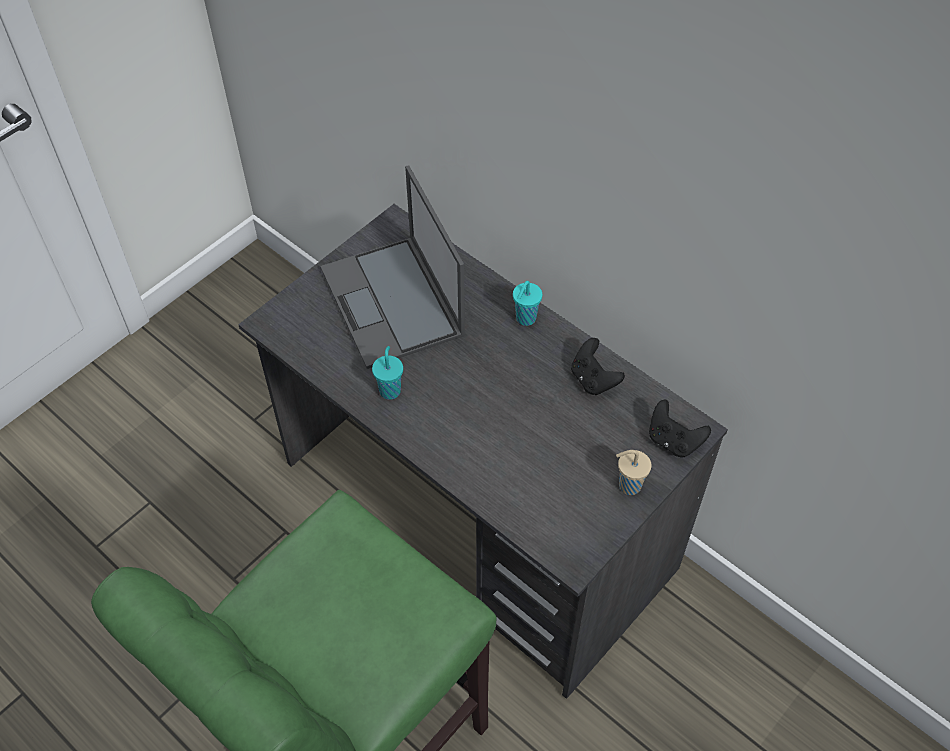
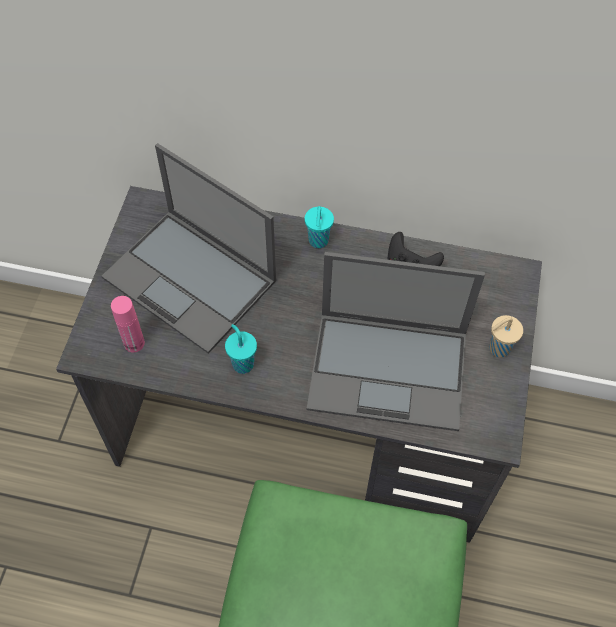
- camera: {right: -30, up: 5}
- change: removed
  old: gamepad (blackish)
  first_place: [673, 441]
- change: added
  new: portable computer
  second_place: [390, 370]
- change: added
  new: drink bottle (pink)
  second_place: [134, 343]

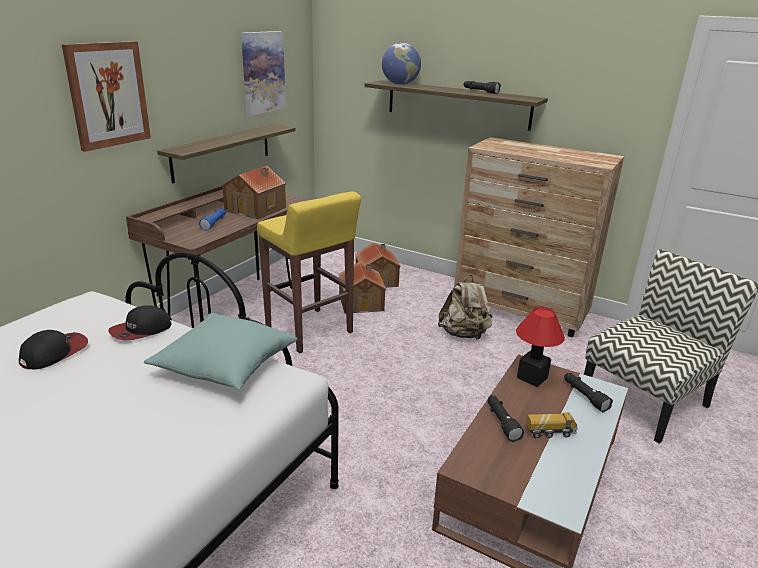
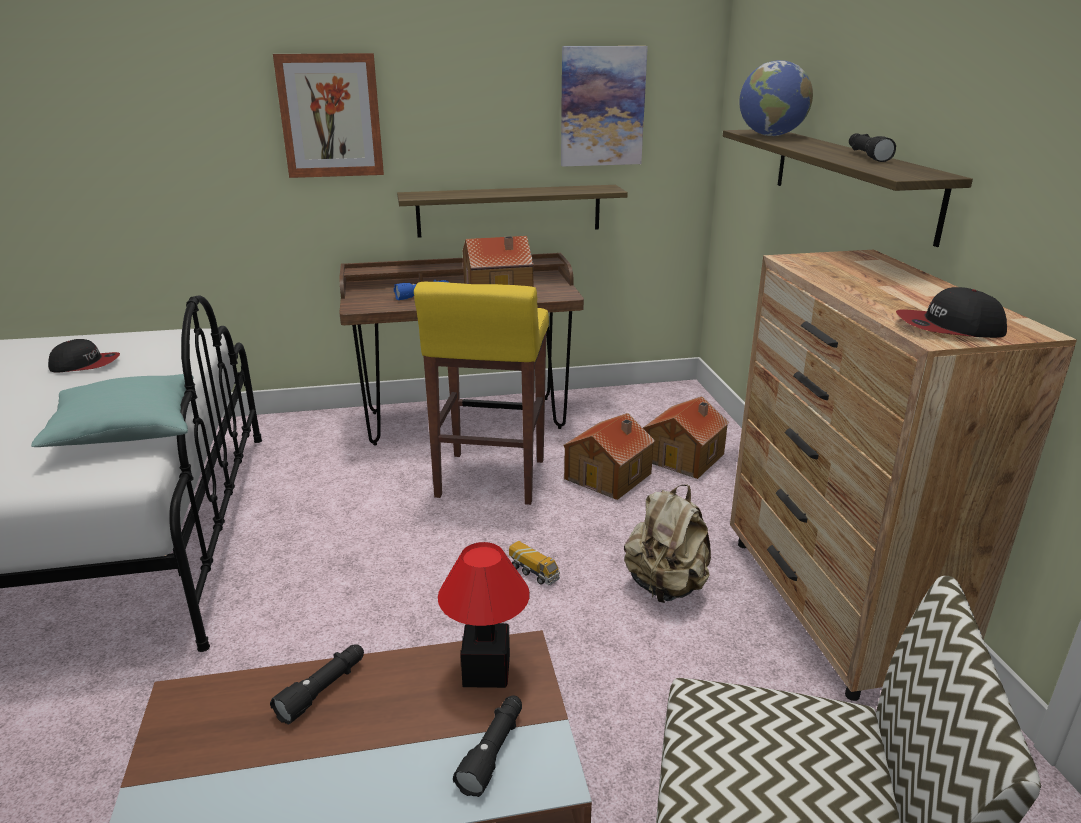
- camera: {right: 50, up: 0}
- change: moved
  old: peaked cap
  first_place: [141, 330]
  second_place: [948, 328]
- change: moved
  old: toy lorry
  first_place: [550, 432]
  second_place: [534, 573]

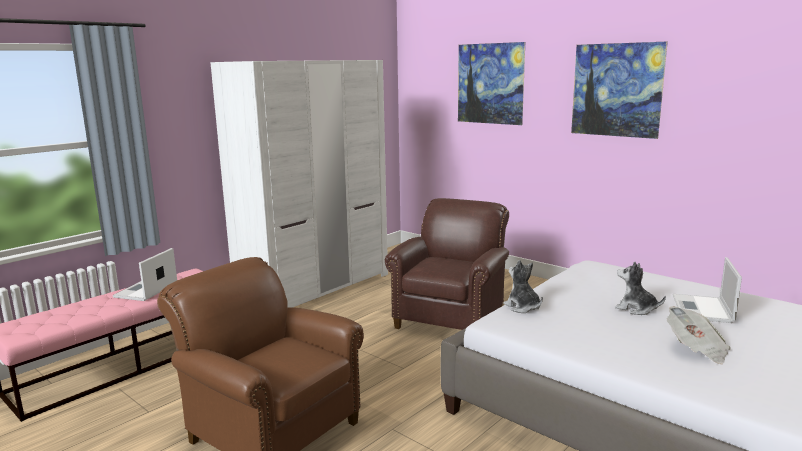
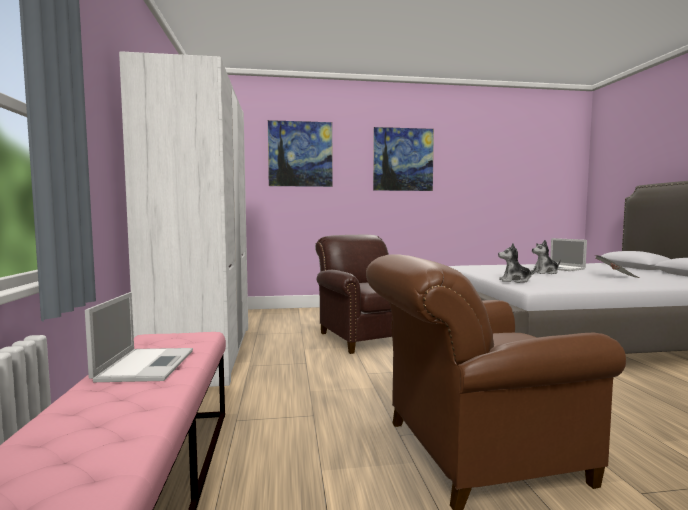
- camera: {right: -50, up: -10}
- change: turned
  old: portable computer
  first_place: [145, 291]
  second_place: [146, 364]
  degrees: -150

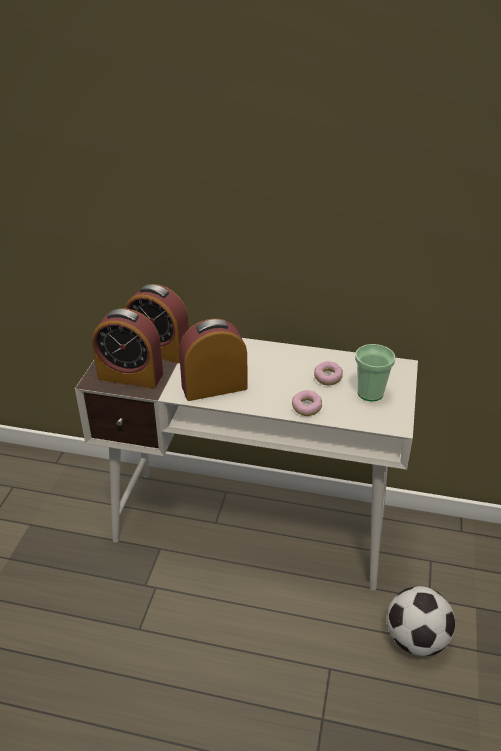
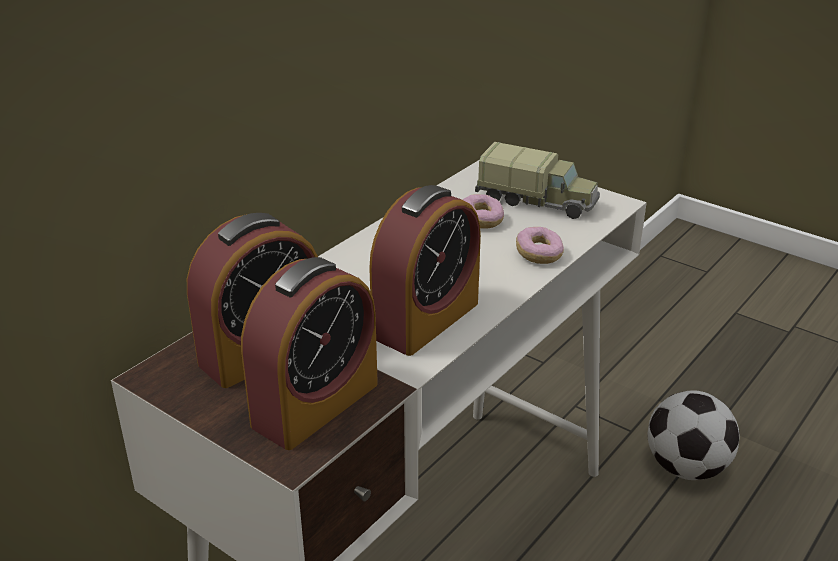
- camera: {right: -65, up: -5}
- change: turned
  old: bedside clock
  first_place: [214, 387]
  second_place: [426, 320]
  degrees: -150
- change: replaced
  old: small cup
  new: toy lorry
  first_place: [370, 393]
  second_place: [537, 201]

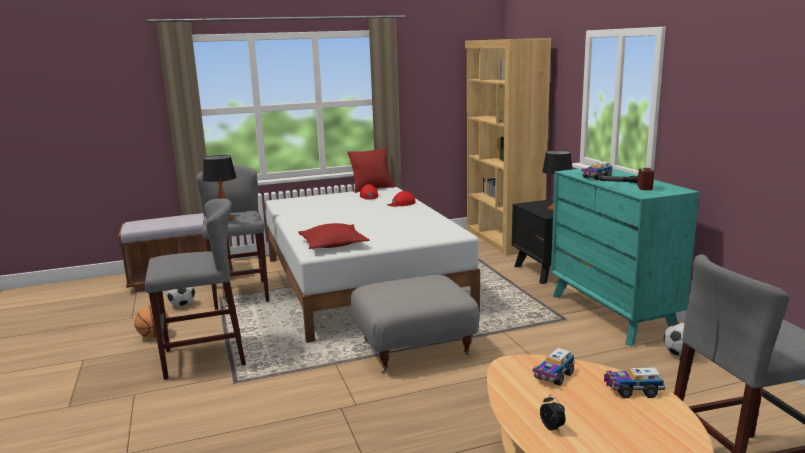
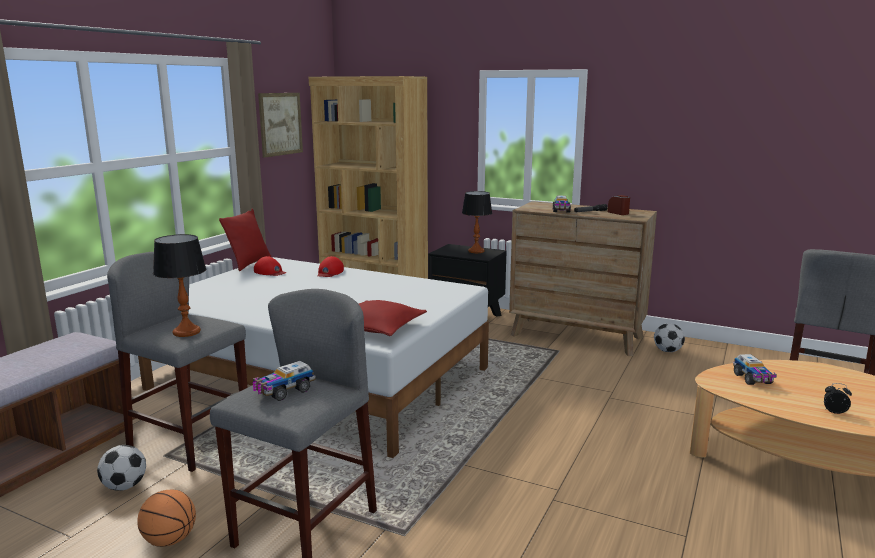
- camera: {right: -45, up: 0}
- change: recoloured
  old: drawer chest (blue-green)
  new: drawer chest (brown-coloured)
  first_place: [612, 314]
  second_place: [576, 336]
- change: removed
  old: ottoman (gray)
  first_place: [414, 349]
- change: moved
  old: toy lorry
  first_place: [632, 390]
  second_place: [284, 391]
- change: added
  new: picture
  second_place: [280, 124]

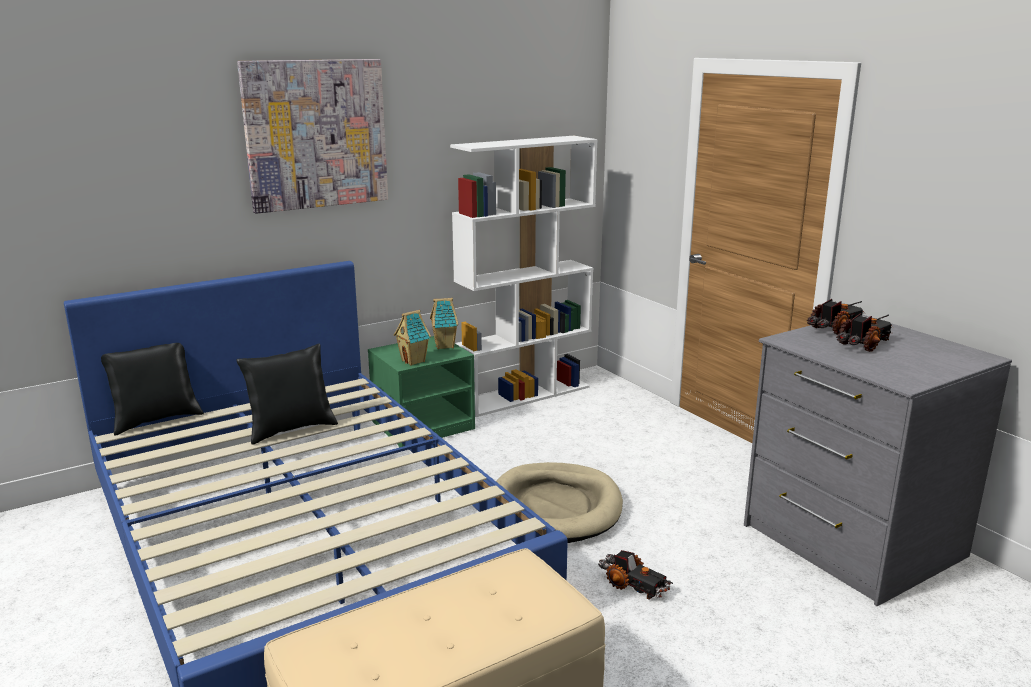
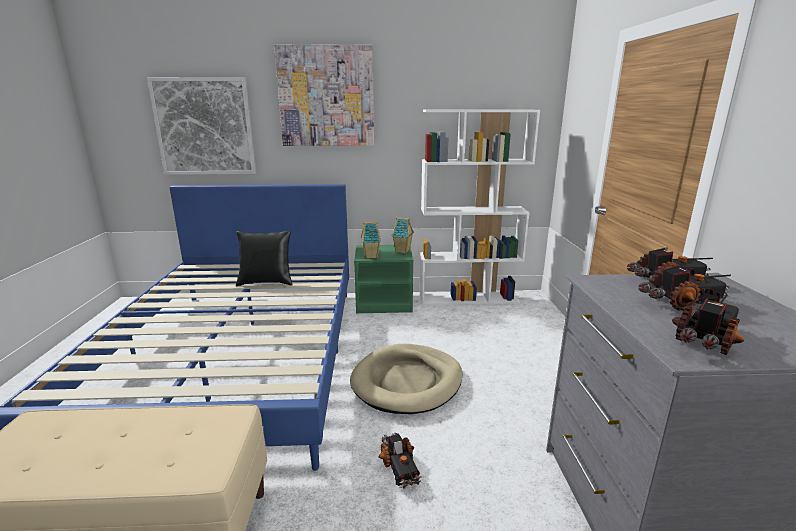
- camera: {right: 30, up: 0}
- change: removed
  old: pillow (blackish)
  first_place: [157, 420]
- change: added
  new: picture
  second_place: [204, 127]
- change: added
  new: toy lorry
  second_place: [707, 340]

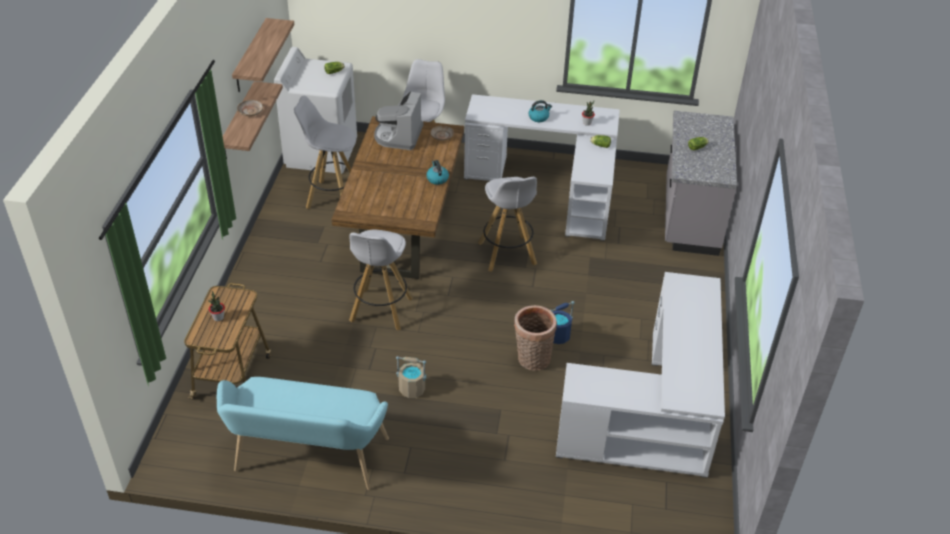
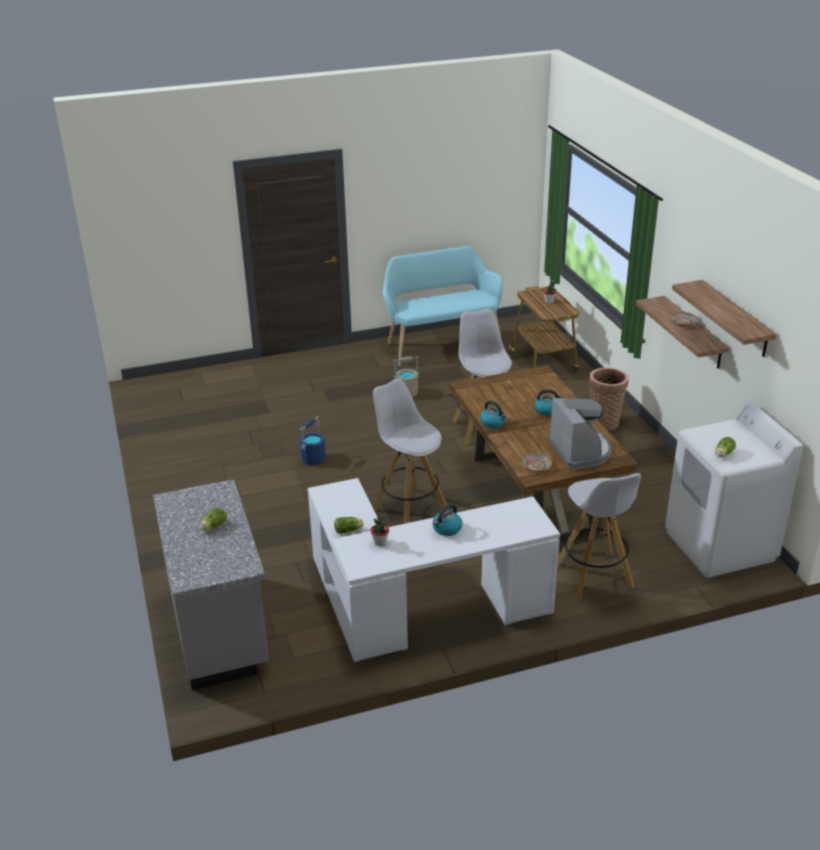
- camera: {right: 155, up: -10}
- change: removed
  old: stool seat (white)
  first_place: [332, 197]
- change: removed
  old: desk (white)
  first_place: [656, 413]
- change: moved
  old: basket
  first_place: [532, 360]
  second_place: [604, 422]
- change: added
  new: water kettle
  second_place: [547, 410]

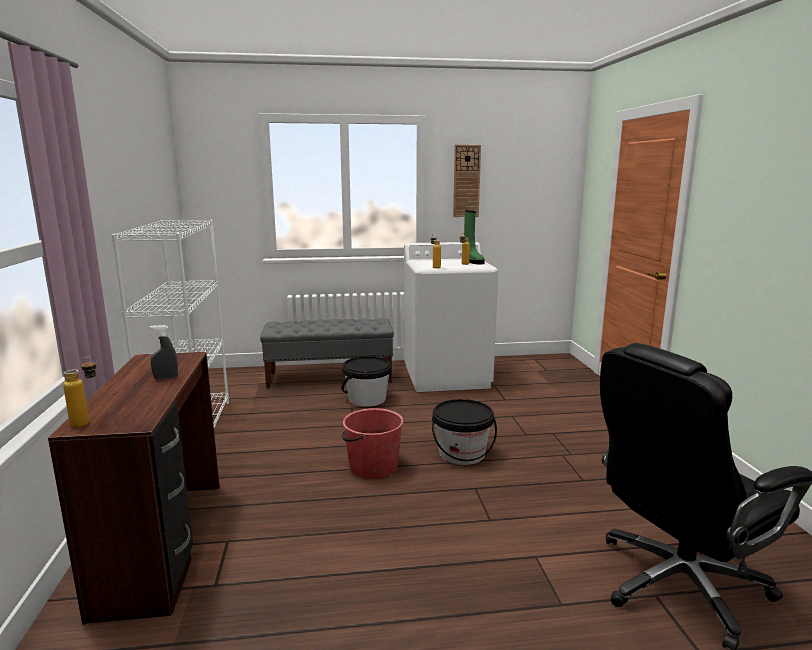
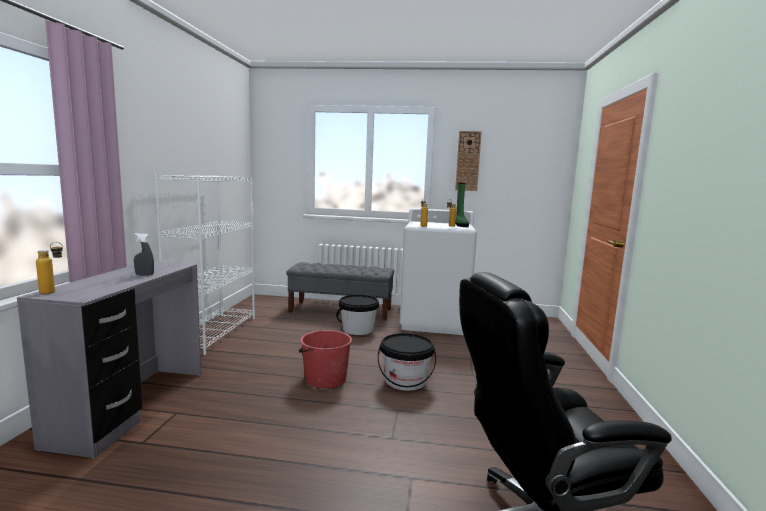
- camera: {right: 15, up: -5}
- change: recoloured
  old: desk (brown-coloured)
  new: desk (gray)
  first_place: [165, 544]
  second_place: [133, 406]

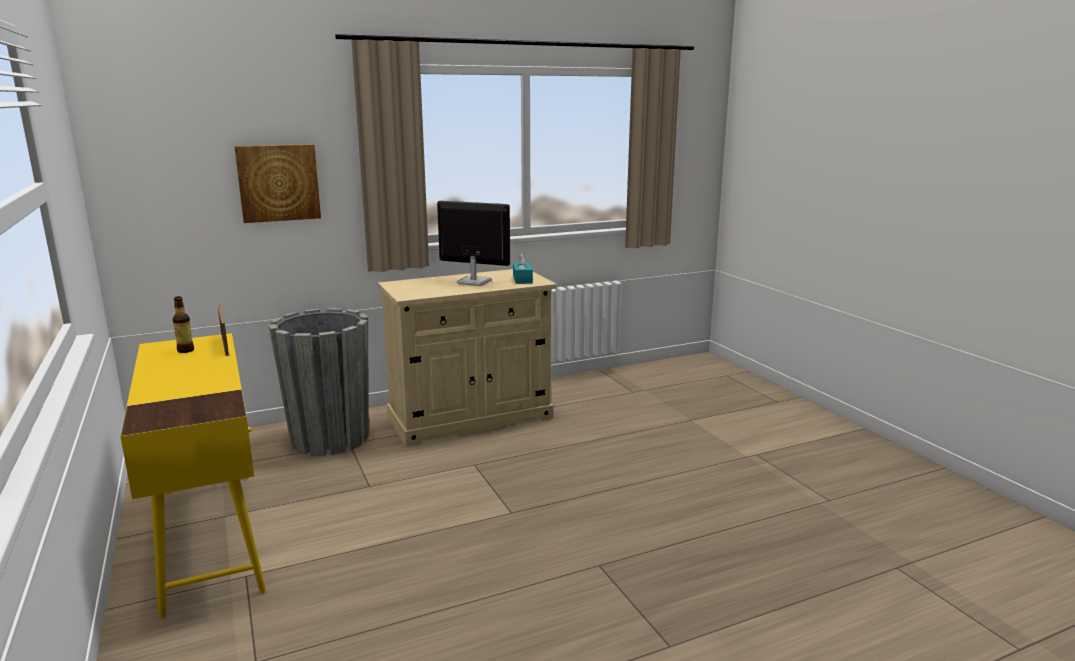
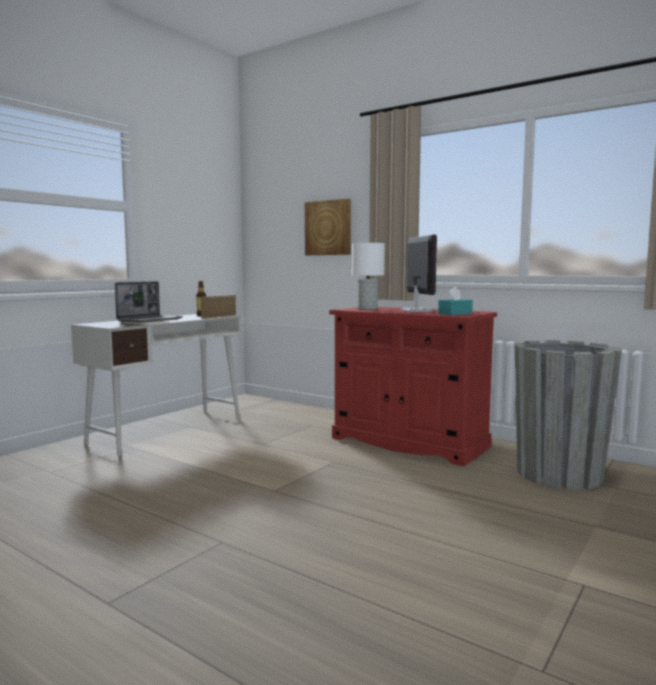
- camera: {right: 60, up: -10}
- change: recoloured
  old: cabinet (sand-coloured)
  new: cabinet (red)
  first_place: [470, 418]
  second_place: [409, 442]
- change: moved
  old: planter (gray)
  first_place: [330, 438]
  second_place: [559, 474]
- change: recoloured
  old: desk (yellowish)
  new: desk (white)
  first_place: [210, 535]
  second_place: [168, 430]
- change: added
  new: tabletop lamp (white)
  second_place: [368, 309]
- change: added
  new: portable computer
  second_place: [150, 320]

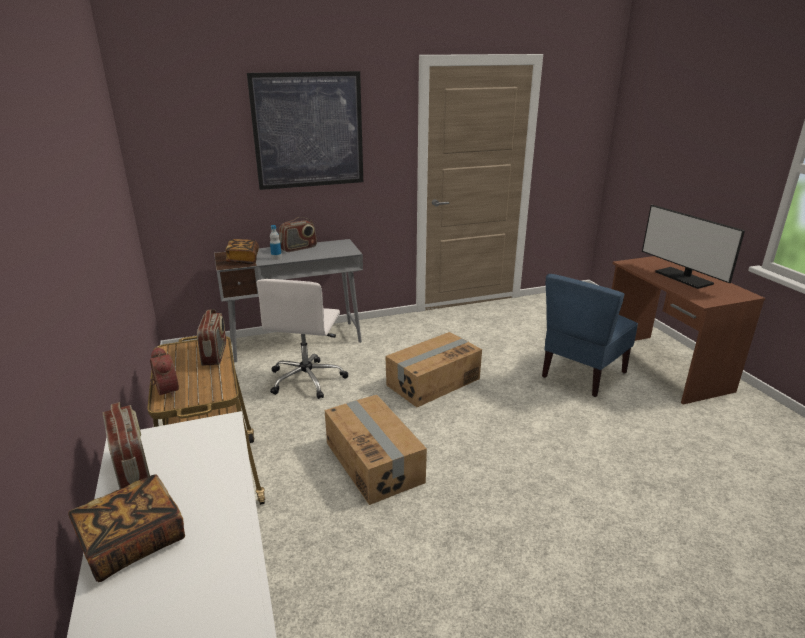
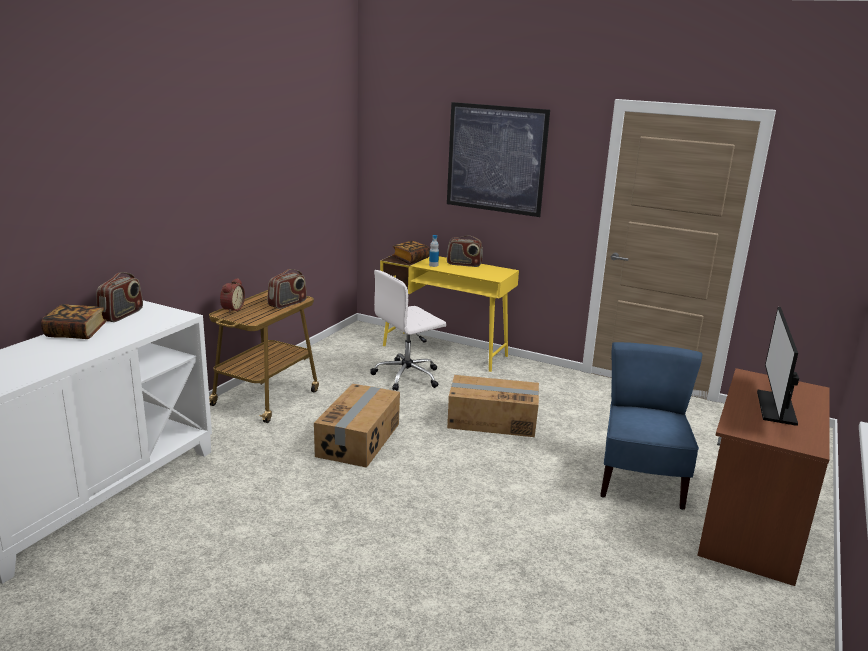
- camera: {right: 45, up: -5}
- change: recoloured
  old: desk (gray)
  new: desk (yellowish)
  first_place: [296, 341]
  second_place: [445, 351]
- change: turned
  old: upright chair (blue-coloured)
  first_place: [582, 374]
  second_place: [640, 482]
  degrees: 105

